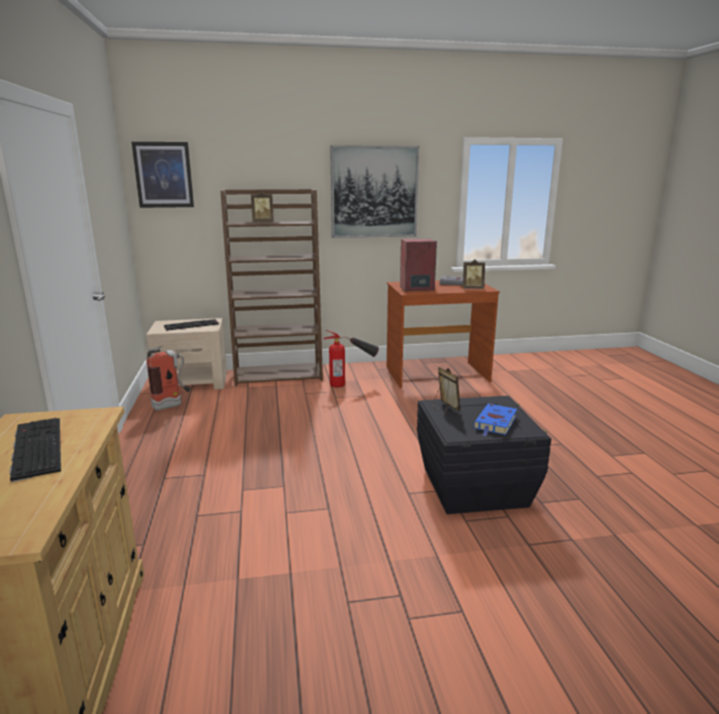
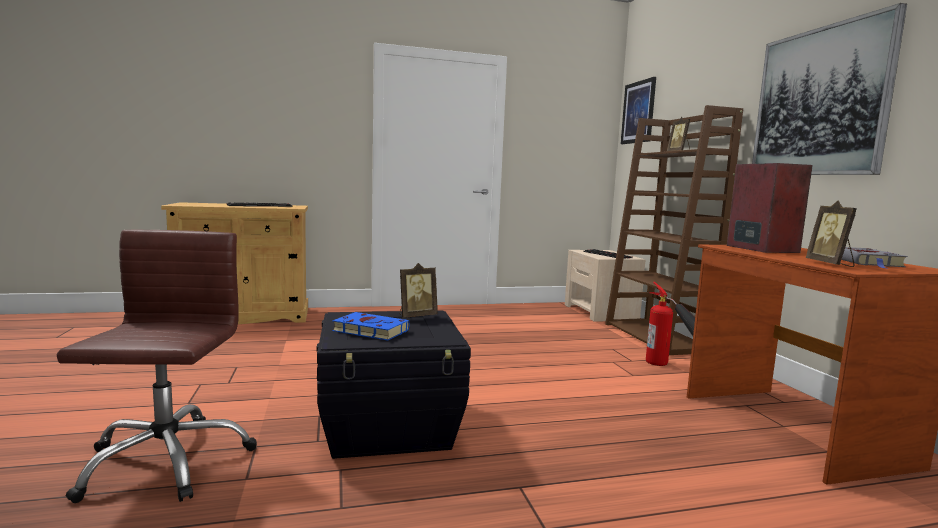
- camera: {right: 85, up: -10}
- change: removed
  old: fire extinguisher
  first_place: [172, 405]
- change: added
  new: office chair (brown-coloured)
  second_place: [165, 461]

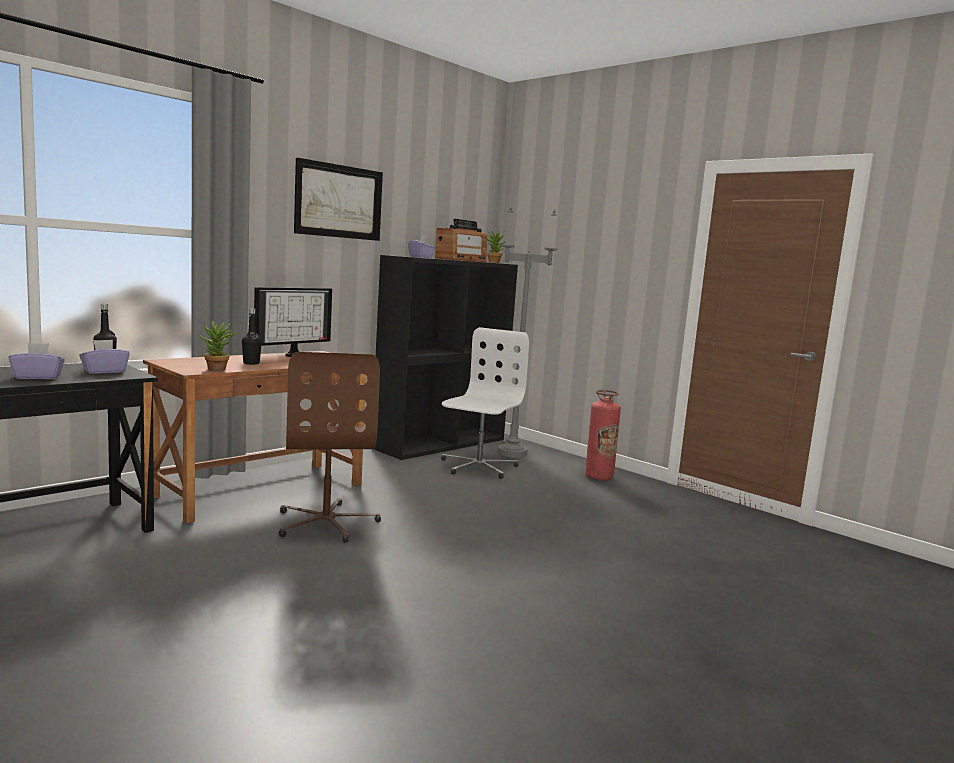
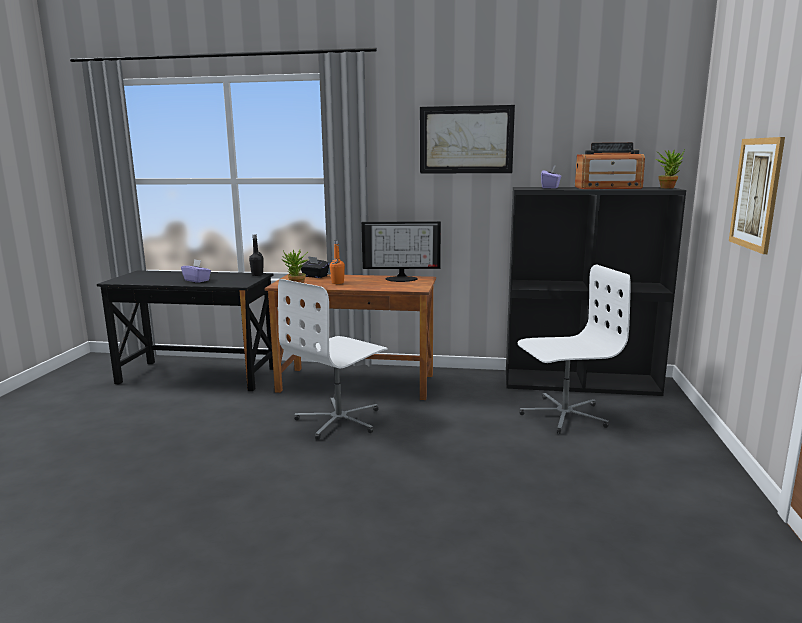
- camera: {right: 55, up: 5}
- change: removed
  old: standard lamp (gray)
  first_place: [512, 453]
- change: recoloured
  old: drink bottle (blackish)
  new: drink bottle (orange-coloured)
  first_place: [251, 363]
  second_place: [337, 283]
- change: removed
  old: box of tissues (purple)
  first_place: [104, 371]
- change: recoloured
  old: office chair (brown-coloured)
  new: office chair (white)
  first_place: [327, 523]
  second_place: [339, 420]
- change: removed
  old: fire extinguisher
  first_place: [599, 477]
- change: added
  new: picture
  second_place: [756, 193]
- change: added
  new: box of tissues (blackish)
  second_place: [315, 276]

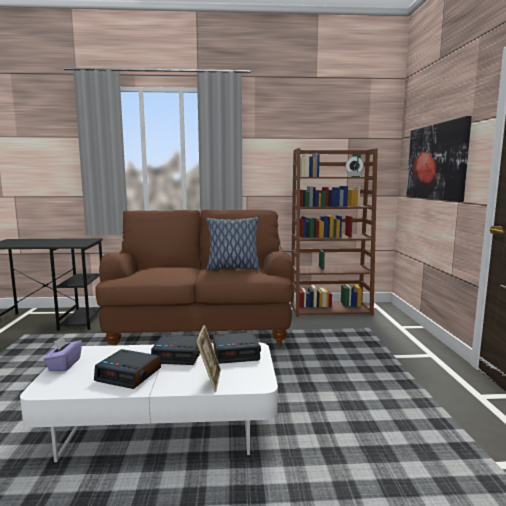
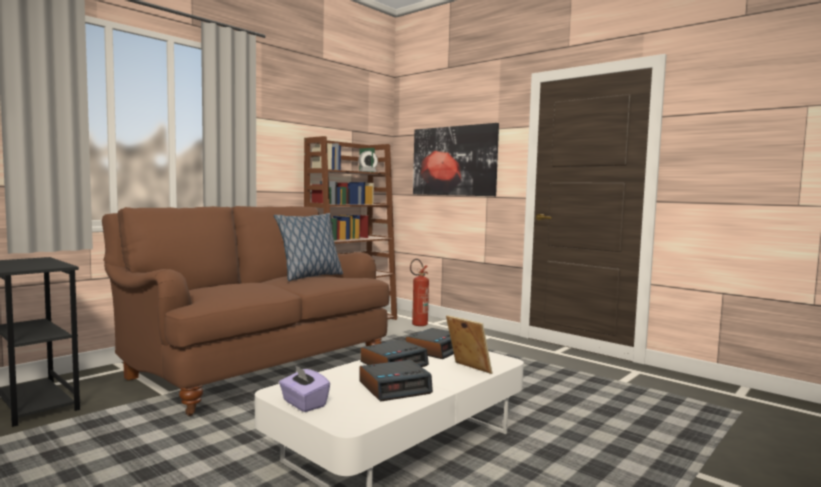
- camera: {right: -45, up: -5}
- change: added
  new: fire extinguisher
  second_place: [417, 325]

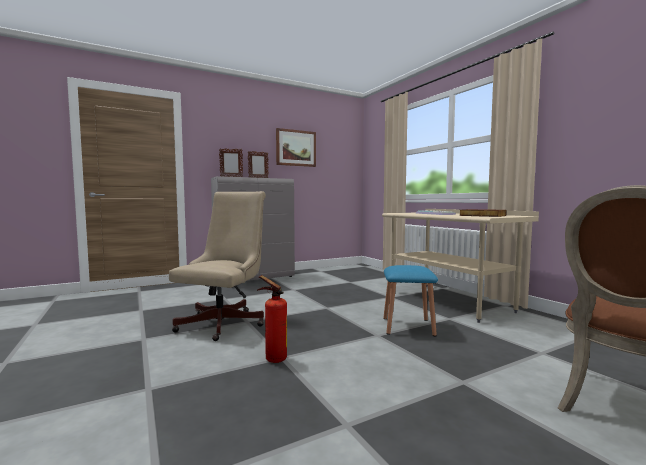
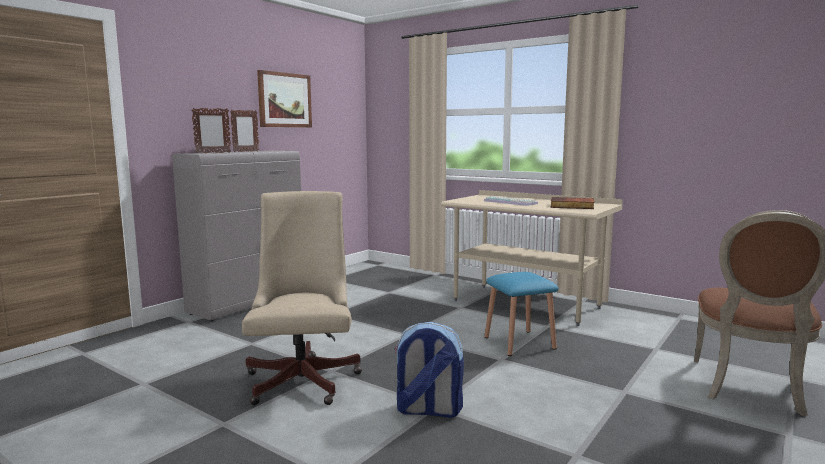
- camera: {right: -25, up: 5}
- change: replaced
  old: fire extinguisher
  new: backpack
  first_place: [273, 359]
  second_place: [427, 410]

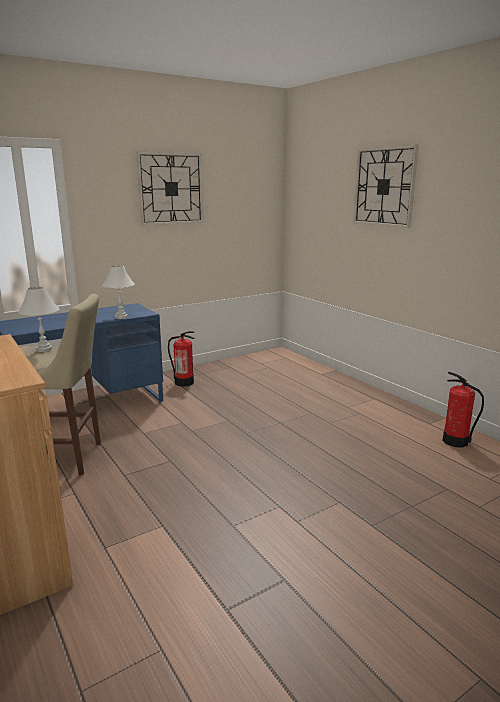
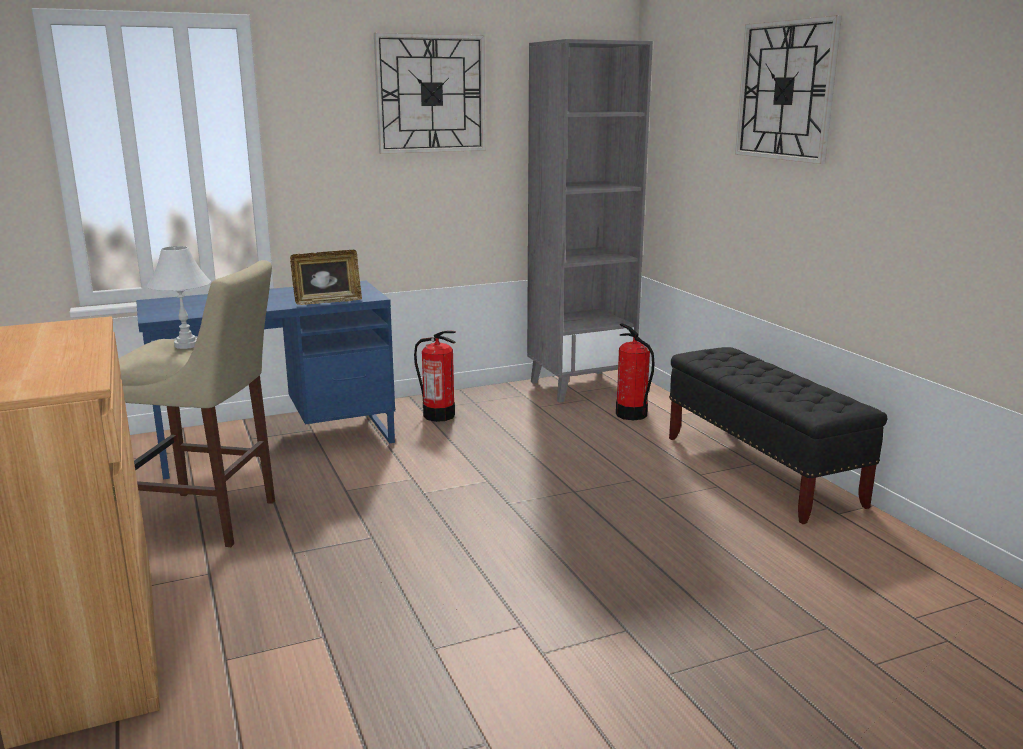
- camera: {right: 10, up: 0}
- change: replaced
  old: tabletop lamp (white)
  new: photo frame
  first_place: [121, 317]
  second_place: [327, 301]
- change: moved
  old: fire extinguisher
  first_place: [455, 441]
  second_place: [631, 414]
- change: added
  new: bookcase (gray)
  second_place: [580, 386]
- change: added
  new: bench (blackish)
  second_place: [760, 471]

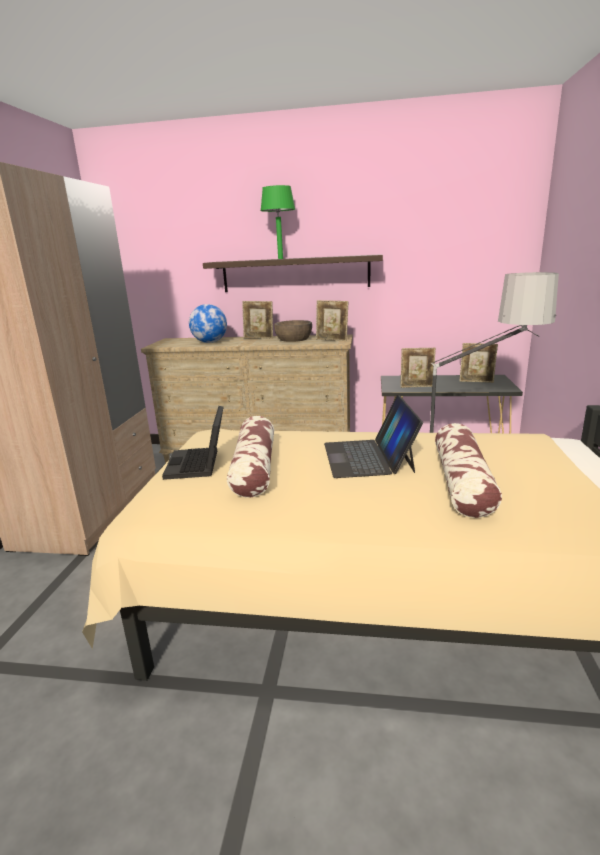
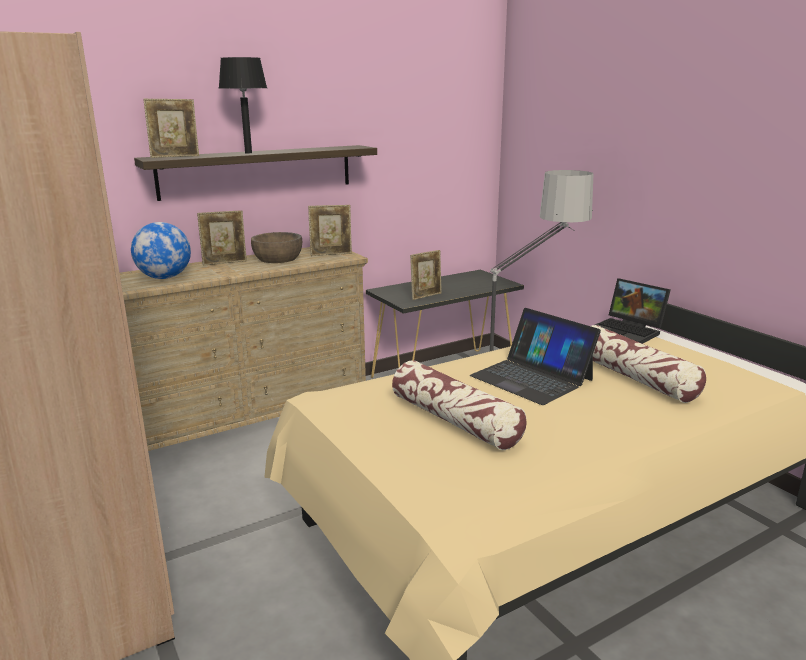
- camera: {right: -40, up: 0}
- change: recoloured
  old: tabletop lamp (greenish)
  new: tabletop lamp (blackish)
  first_place: [280, 258]
  second_place: [248, 153]
- change: moved
  old: photo frame
  first_place: [476, 381]
  second_place: [175, 157]
- change: moved
  old: portable computer
  first_place: [199, 464]
  second_place: [628, 331]

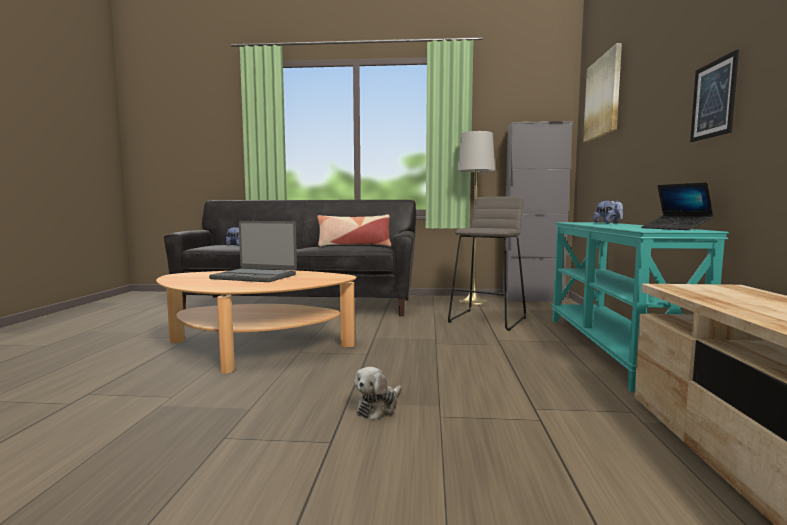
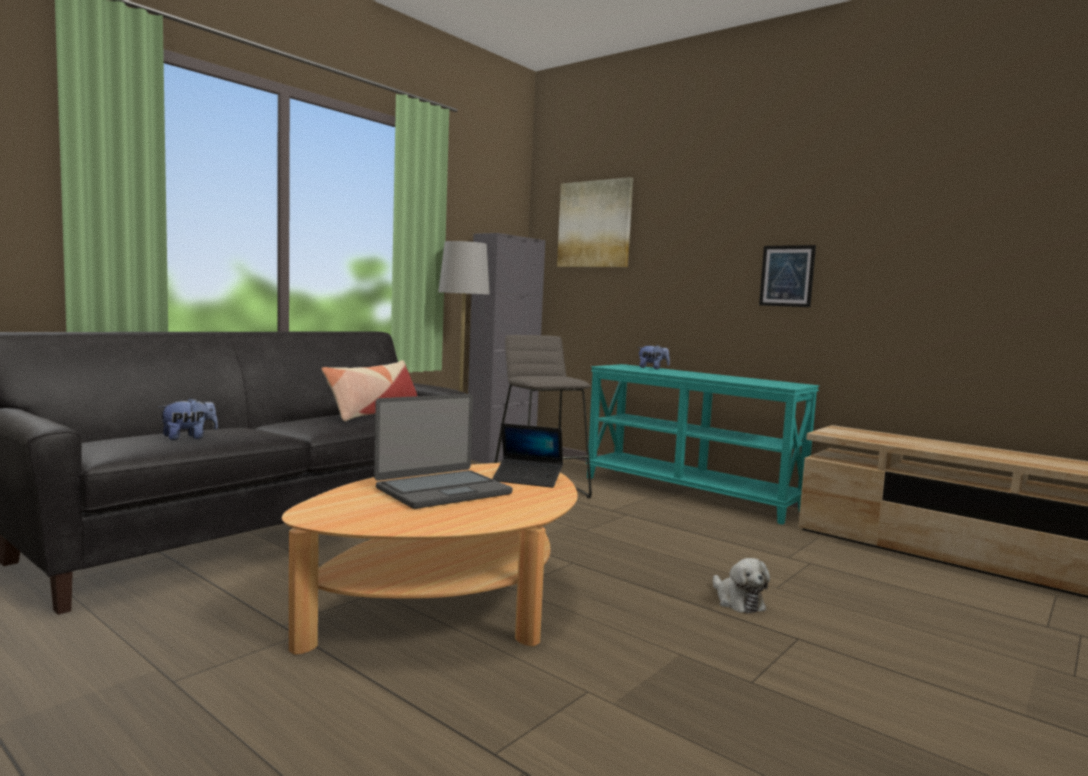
- camera: {right: -55, up: 0}
- change: moved
  old: portable computer
  first_place: [675, 229]
  second_place: [527, 479]

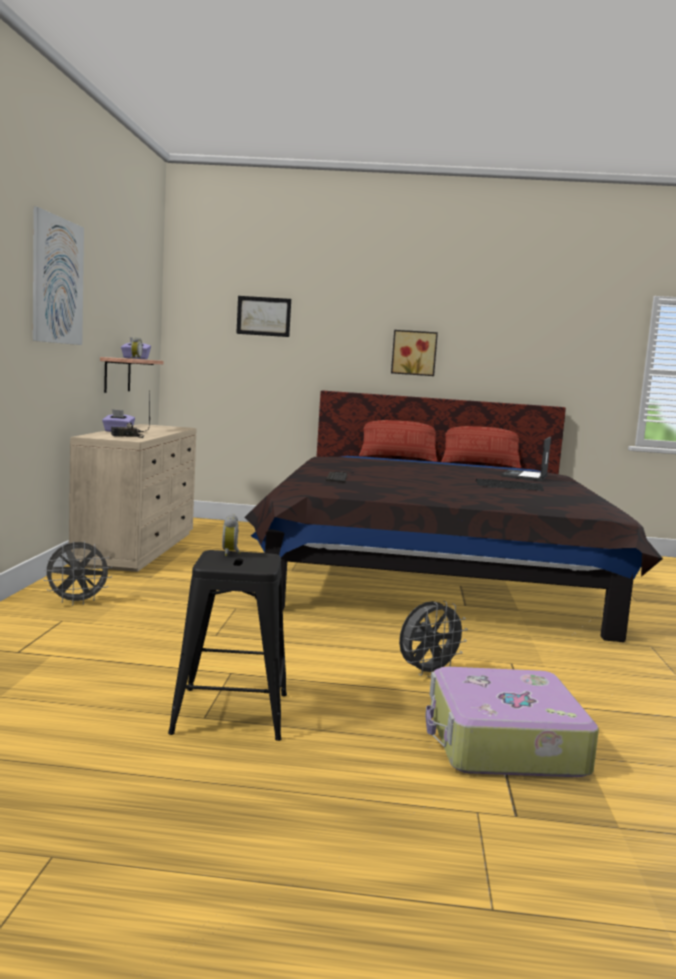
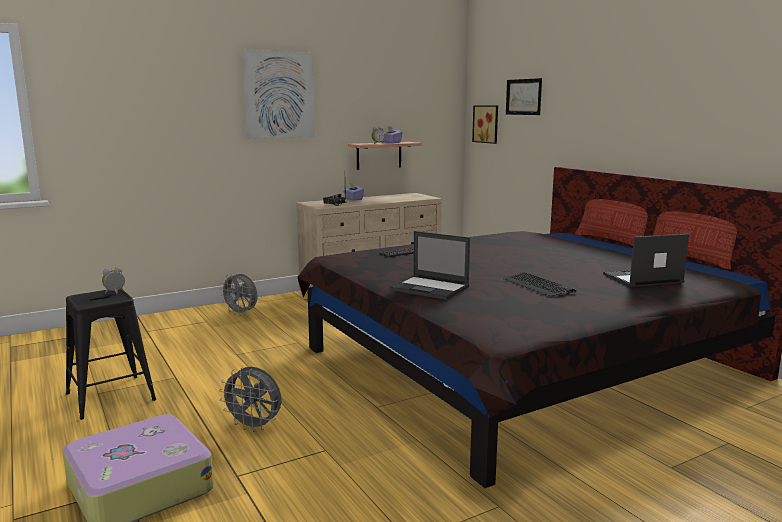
- camera: {right: 55, up: 5}
- change: moved
  old: picture
  first_place: [414, 353]
  second_place: [487, 124]
- change: added
  new: portable computer
  second_place: [430, 288]

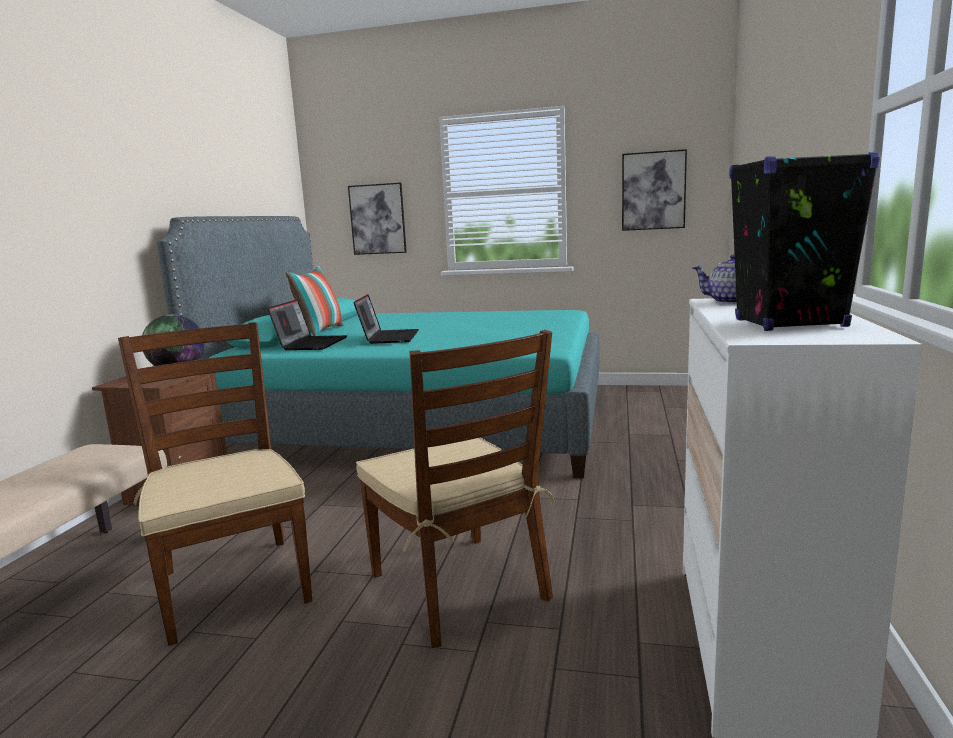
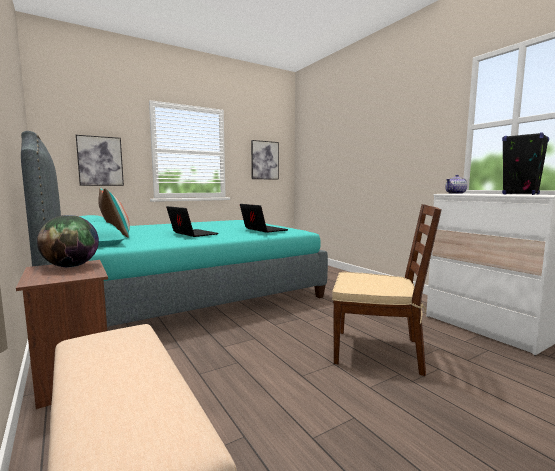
- camera: {right: -45, up: -5}
- change: moved
  old: portable computer
  first_place: [311, 344]
  second_place: [262, 230]
- change: removed
  old: upright chair (brown-coloured)
  first_place: [233, 585]

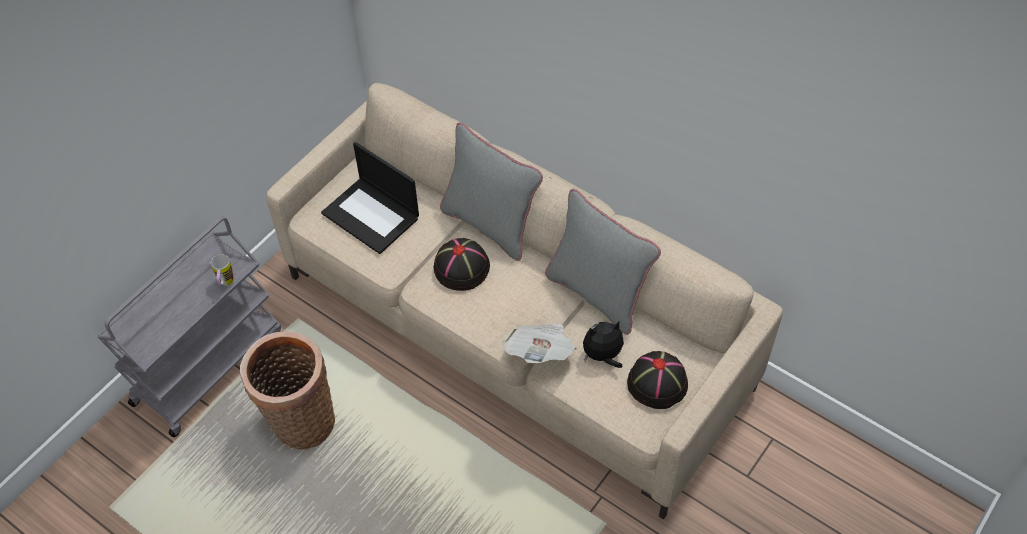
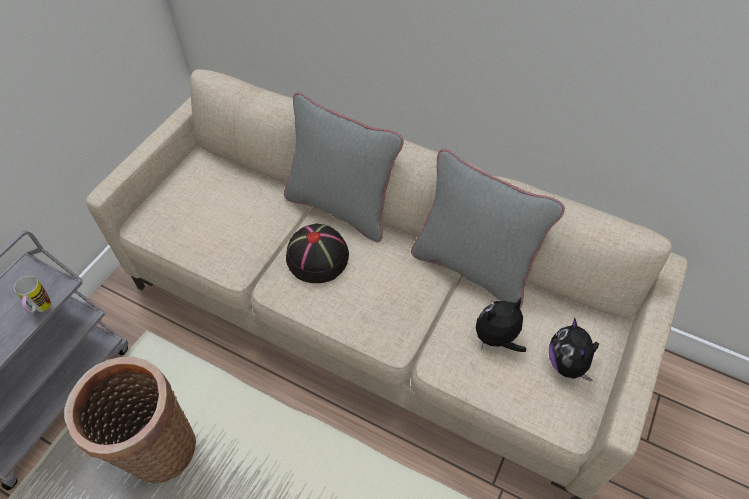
- camera: {right: -10, up: 0}
- change: removed
  old: portable computer
  first_place: [372, 215]
- change: removed
  old: newspaper
  first_place: [540, 352]
- change: replaced
  old: hat (blackish)
  new: cuddly toy
  first_place: [658, 383]
  second_place: [567, 363]

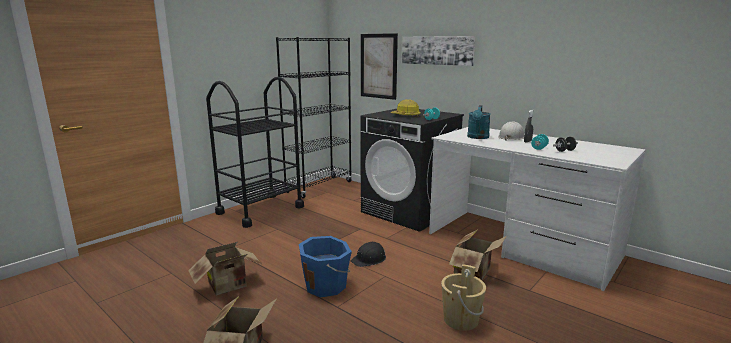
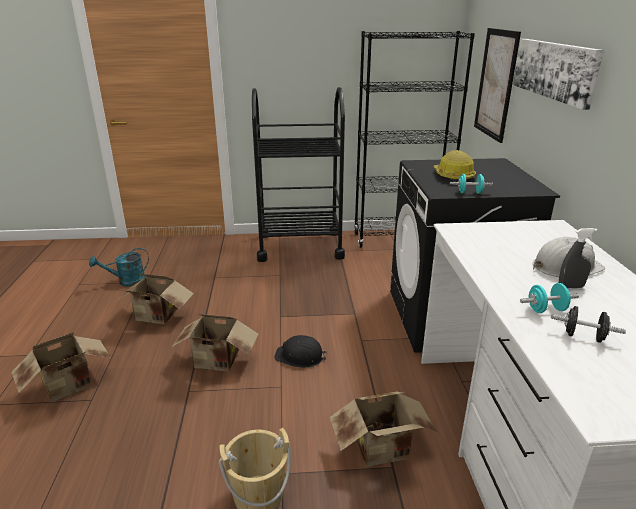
- camera: {right: 45, up: 10}
- change: moved
  old: watering can (blue-green)
  first_place: [478, 137]
  second_place: [127, 281]
- change: replaced
  old: water bucket (blue-coloured)
  new: packing box
  first_place: [326, 285]
  second_place: [217, 362]

